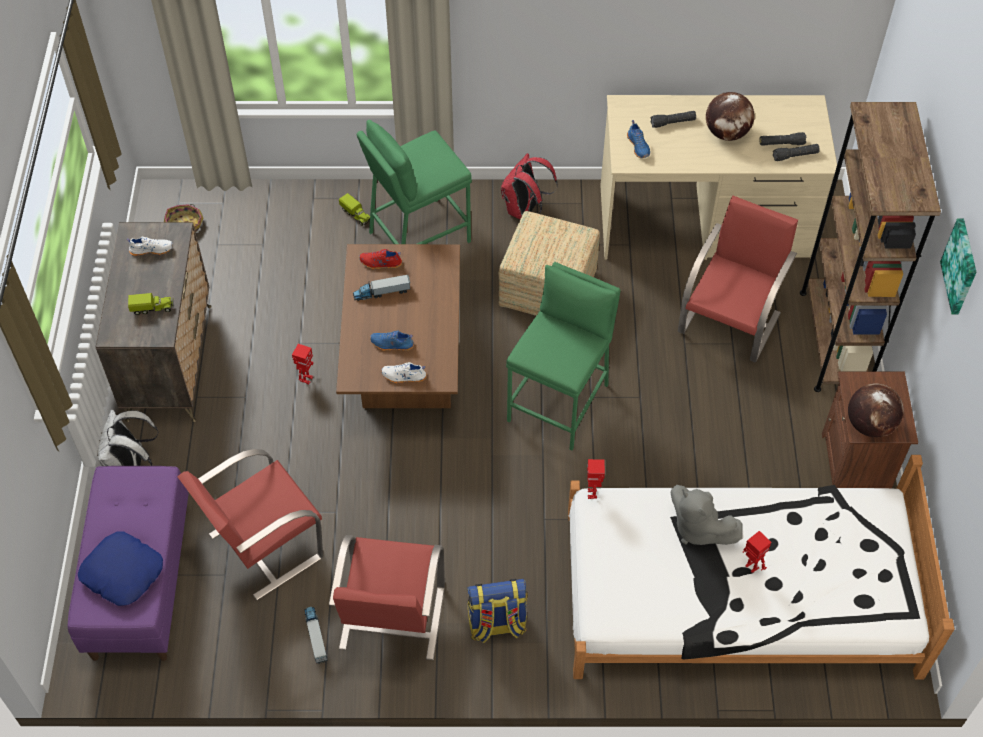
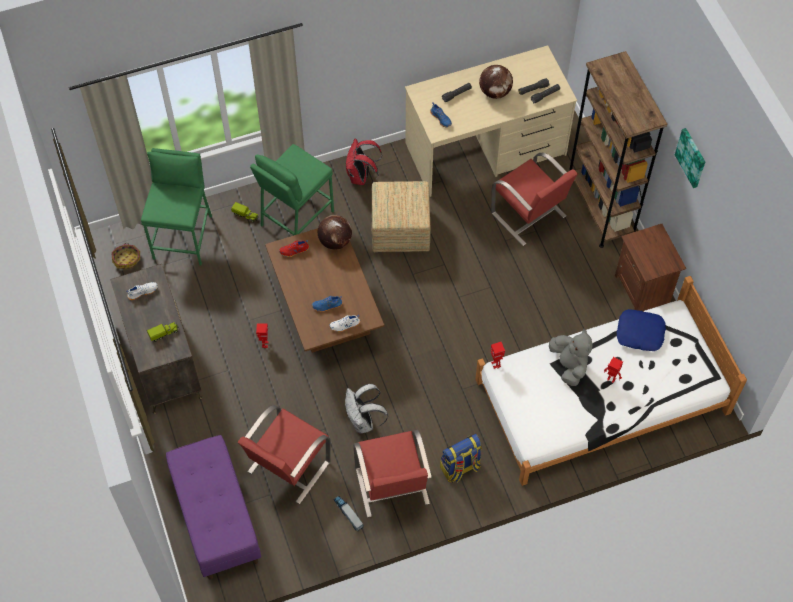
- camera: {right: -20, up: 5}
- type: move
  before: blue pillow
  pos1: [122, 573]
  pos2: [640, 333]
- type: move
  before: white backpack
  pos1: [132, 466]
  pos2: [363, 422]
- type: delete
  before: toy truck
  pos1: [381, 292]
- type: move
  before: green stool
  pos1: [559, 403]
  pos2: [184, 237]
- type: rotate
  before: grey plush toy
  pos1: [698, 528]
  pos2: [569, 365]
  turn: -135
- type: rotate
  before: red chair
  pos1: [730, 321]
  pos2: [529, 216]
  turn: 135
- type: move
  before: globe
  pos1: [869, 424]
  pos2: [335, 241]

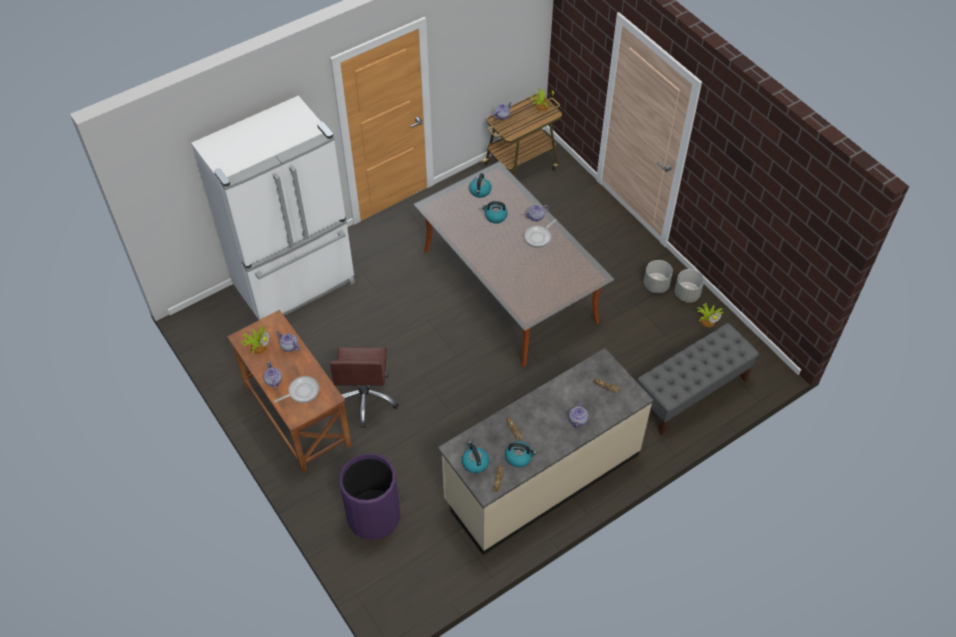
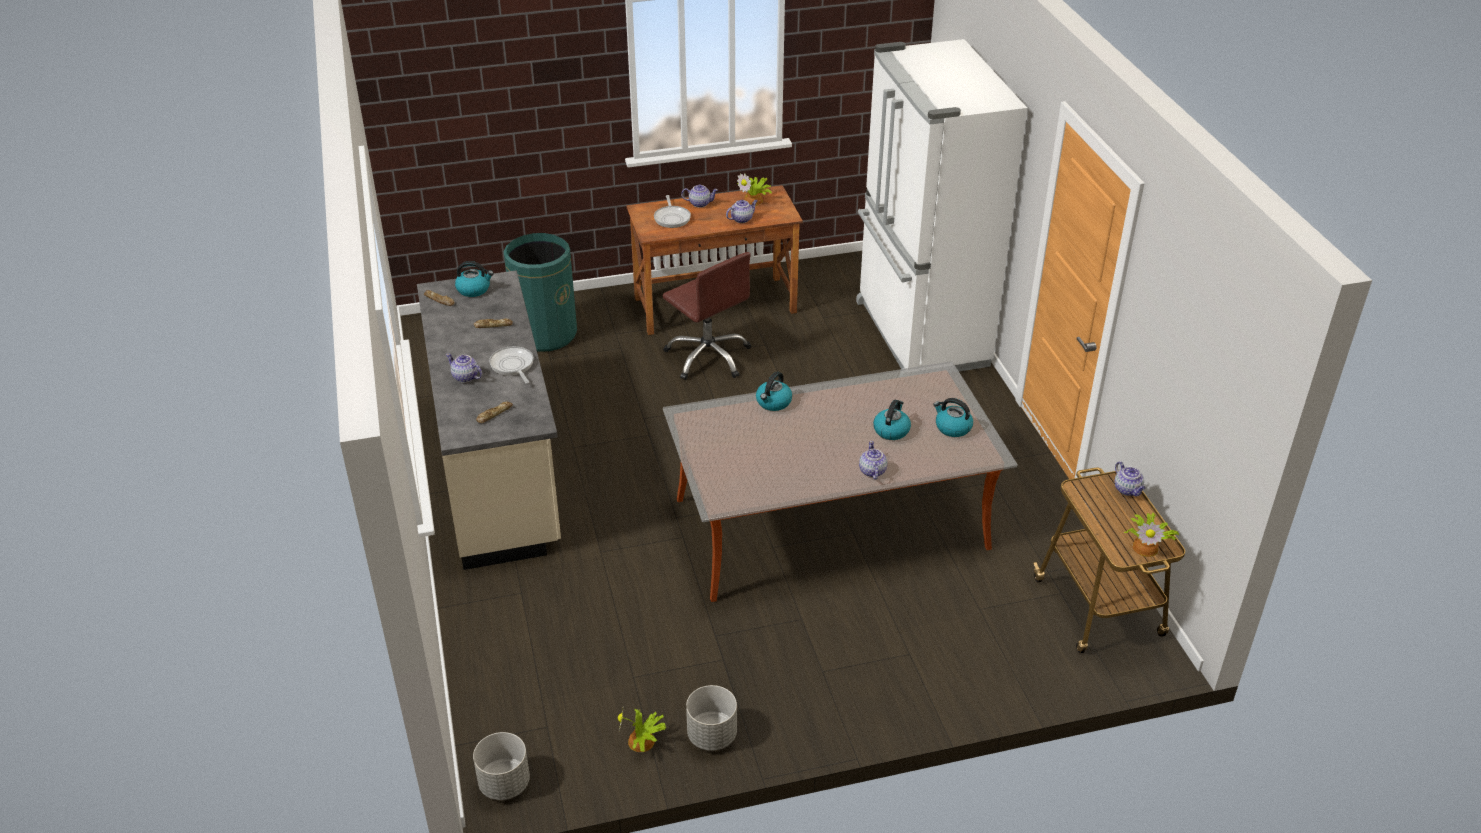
- camera: {right: 110, up: -15}
- type: rotate
  before: brown office chair
  pos1: [365, 398]
  pos2: [708, 356]
  turn: -150
- type: recolor
  before: purple trash can
  after: green trash can
  pos1: [373, 517]
  pos2: [545, 334]
- type: move
  before: kettle
  pos1: [519, 457]
  pos2: [773, 402]
- type: move
  before: frying pan
  pos1: [539, 237]
  pos2: [512, 366]
- type: delete
  before: grey bench
  pos1: [690, 393]
- type: move
  before: grey planter
  pos1: [656, 285]
  pos2: [504, 783]

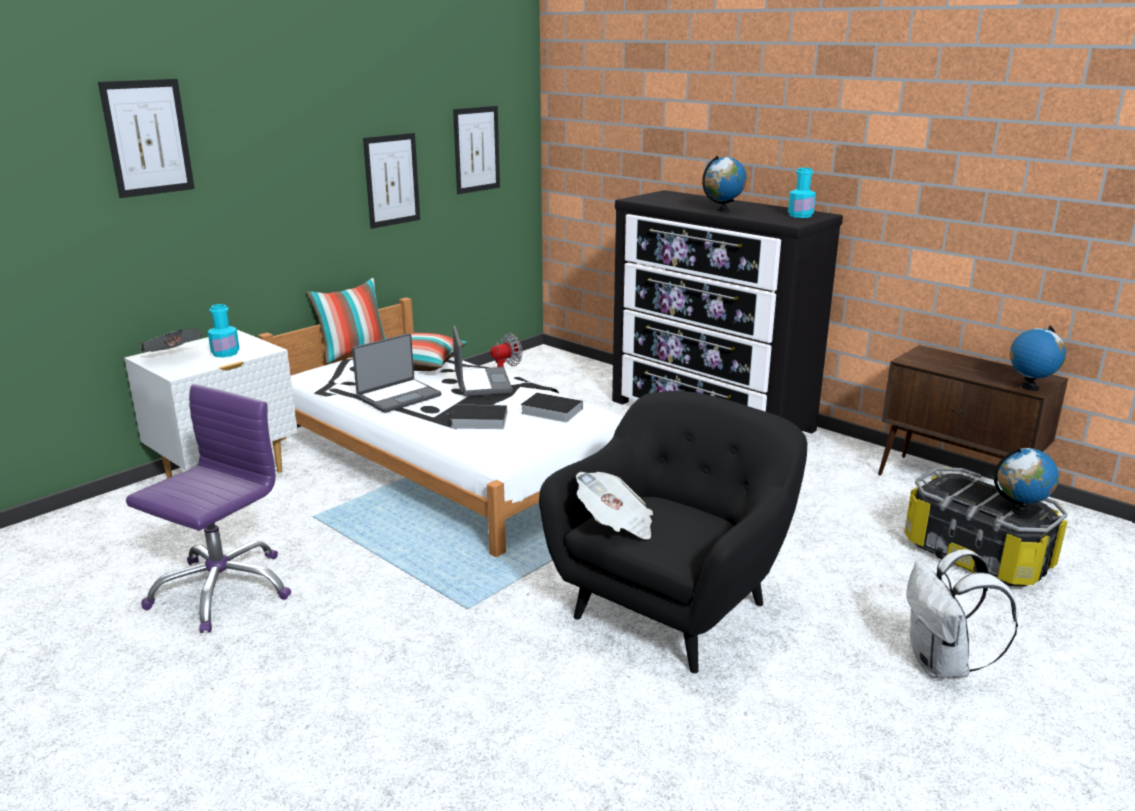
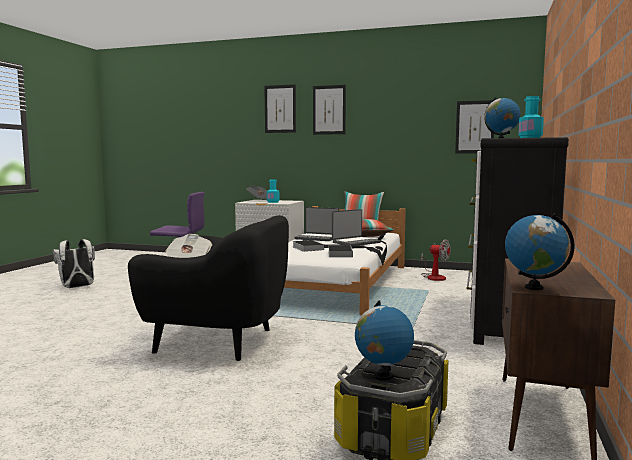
- camera: {right: 65, up: -15}
- type: move
  before: picture
  pos1: [392, 180]
  pos2: [329, 110]
- type: move
  before: white backpack
  pos1: [942, 665]
  pos2: [77, 287]

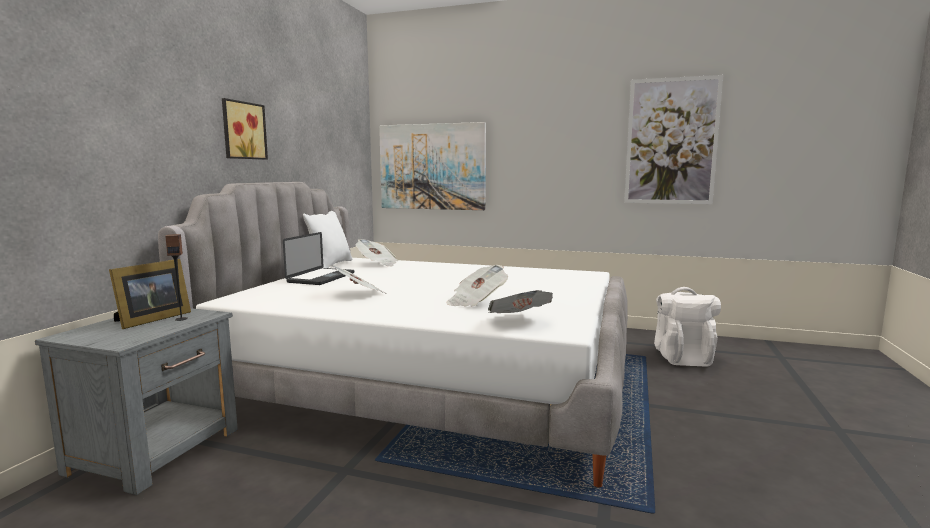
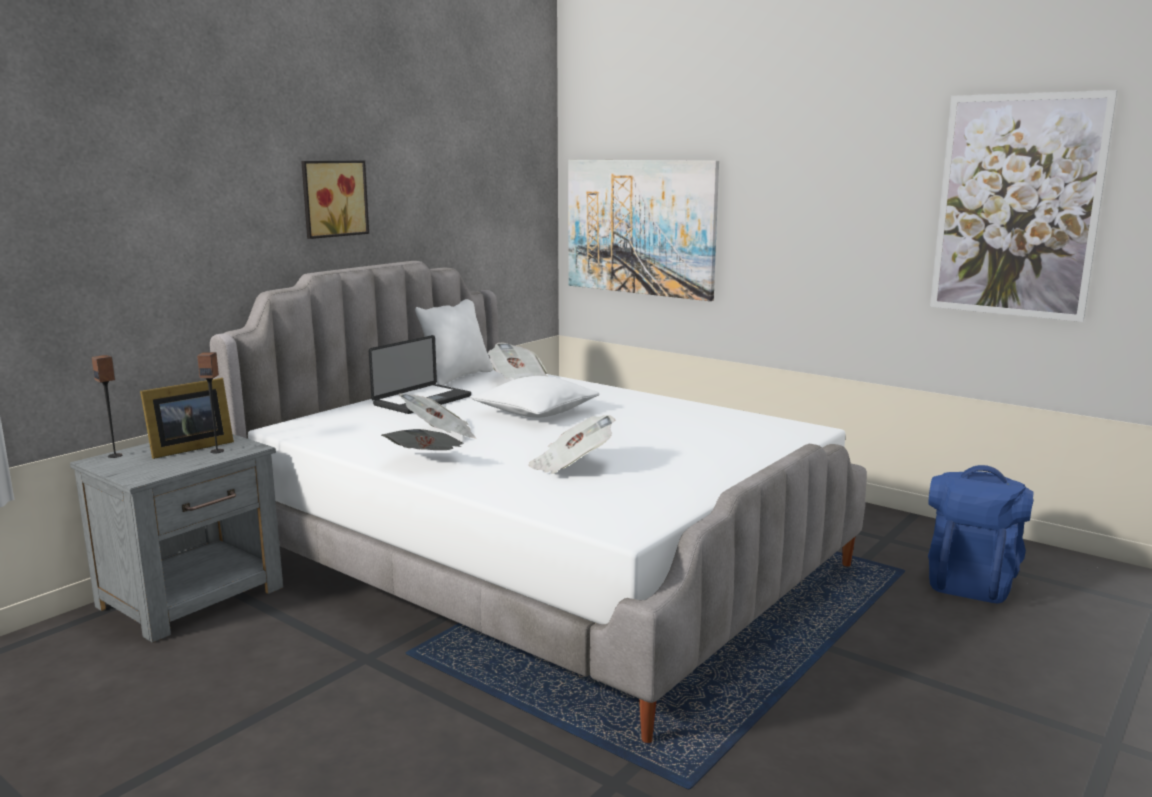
- camera: {right: 20, up: 5}
- type: move
  before: newspaper
  pos1: [519, 321]
  pos2: [426, 462]
- type: recolor
  before: white backpack
  after: blue backpack
  pos1: [682, 357]
  pos2: [970, 580]
- type: insert
  after: speaker
  pos2: [115, 455]
- type: insert
  after: white pillow
  pos2: [536, 412]

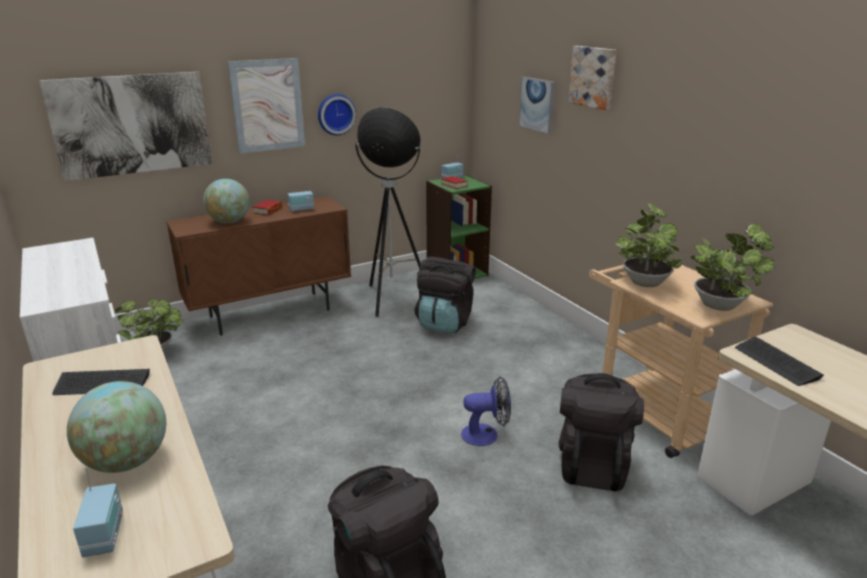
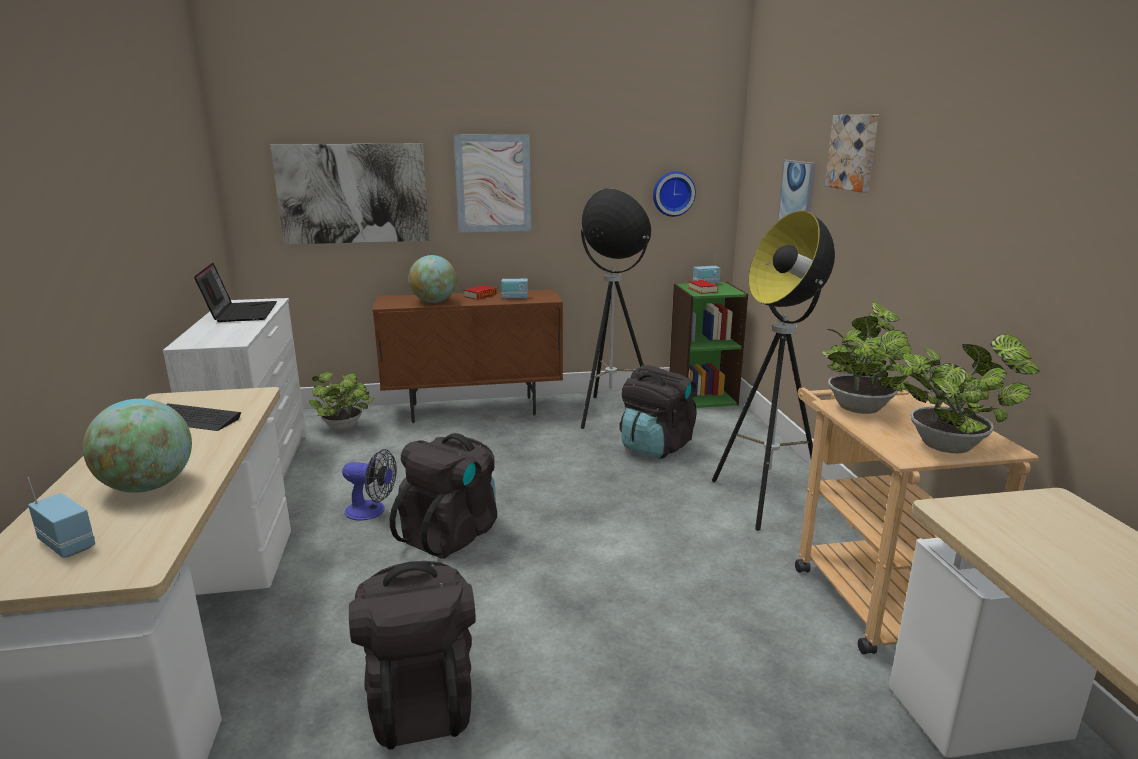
- camera: {right: 20, up: -5}
- type: rotate
  before: radio
  pos1: [105, 535]
  pos2: [68, 544]
  turn: -60
- type: move
  before: wall clock
  pos1: [335, 114]
  pos2: [673, 193]
- type: move
  before: fan
  pos1: [486, 434]
  pos2: [371, 511]
- type: move
  before: black backpack
  pos1: [592, 464]
  pos2: [451, 534]
- type: delete
  before: keyboard
  pos1: [776, 362]
- type: insert
  after: laptop
  pos2: [240, 313]
- type: insert
  after: floor lamp
  pos2: [767, 500]

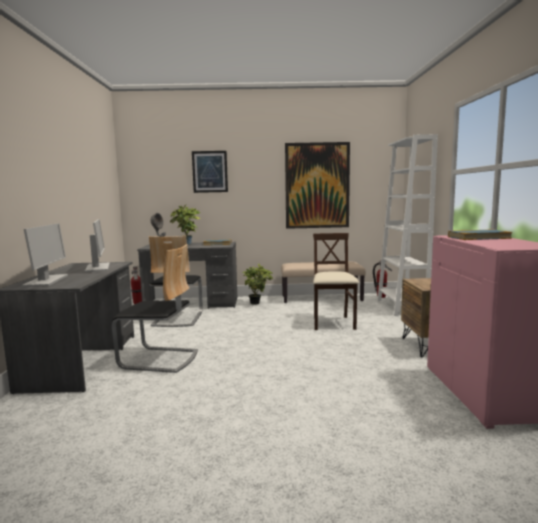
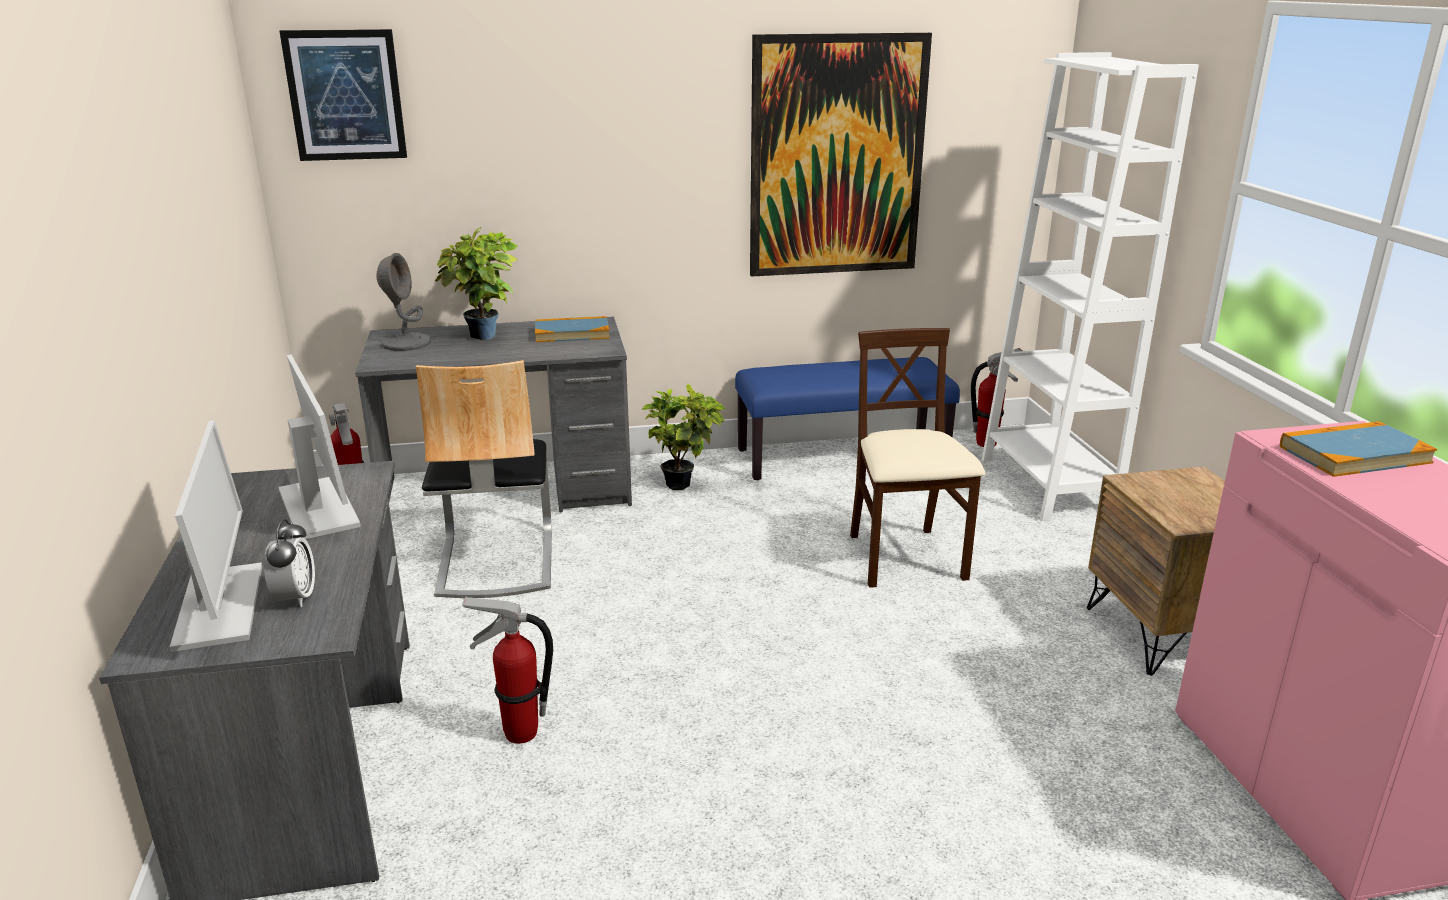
- camera: {right: -10, up: 15}
- type: replace
  before: chair
  after: fire extinguisher
  pos1: [159, 359]
  pos2: [519, 733]
- type: move
  before: picture
  pos1: [210, 171]
  pos2: [345, 95]
- type: recolor
  before: beige bench
  after: blue bench
  pos1: [322, 298]
  pos2: [842, 456]
- type: insert
  after: alarm clock
  pos2: [295, 598]

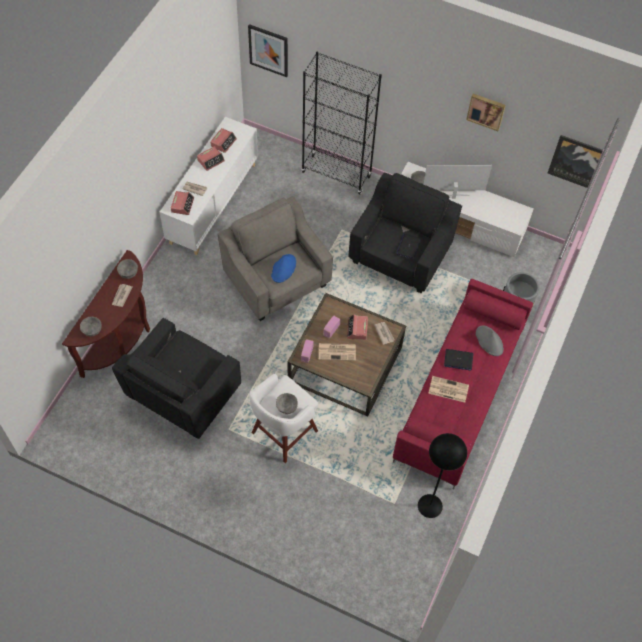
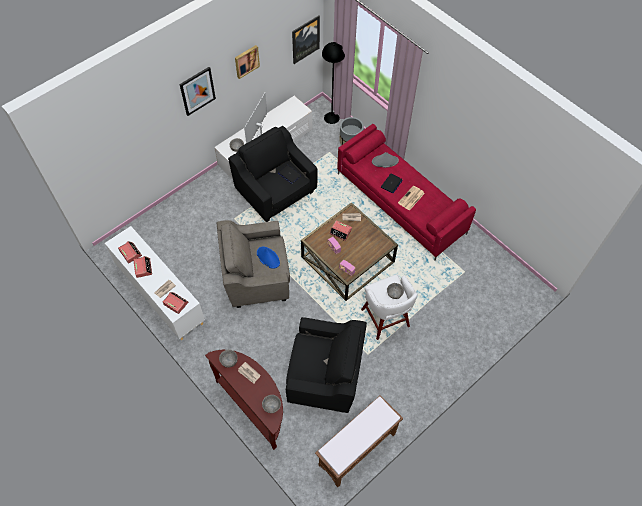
- camera: {right: -65, up: 0}
- type: rotate
  before: black armchair
  pos1: [183, 394]
  pos2: [324, 376]
  turn: -45
- type: move
  before: picture
  pos1: [268, 50]
  pos2: [197, 91]
- type: delete
  before: black bookcase
  pos1: [336, 174]
- type: delete
  before: newspaper
  pos1: [337, 352]
- type: move
  before: black floor lamp
  pos1: [430, 506]
  pos2: [332, 118]
- type: insert
  after: brown bench
  pos2: [356, 450]

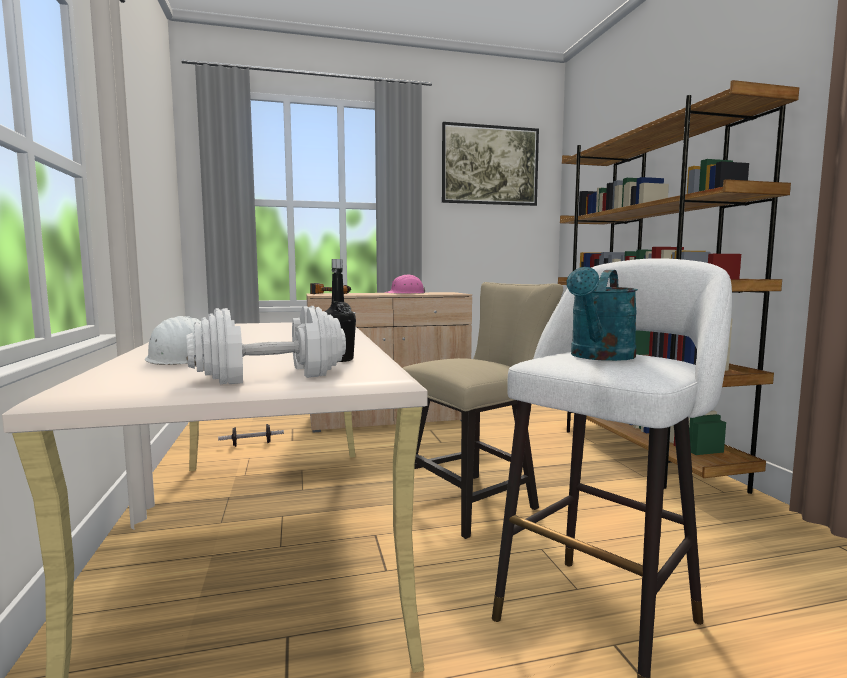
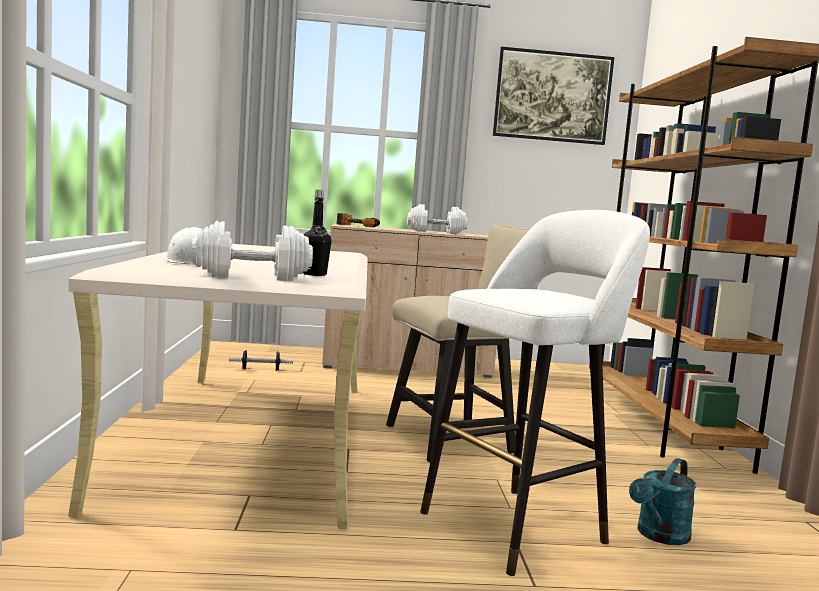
- camera: {right: 10, up: 0}
- type: replace
  before: pink hard hat
  after: white dumbbell
  pos1: [406, 293]
  pos2: [436, 232]
- type: move
  before: turquoise watering can
  pos1: [600, 357]
  pos2: [659, 536]

